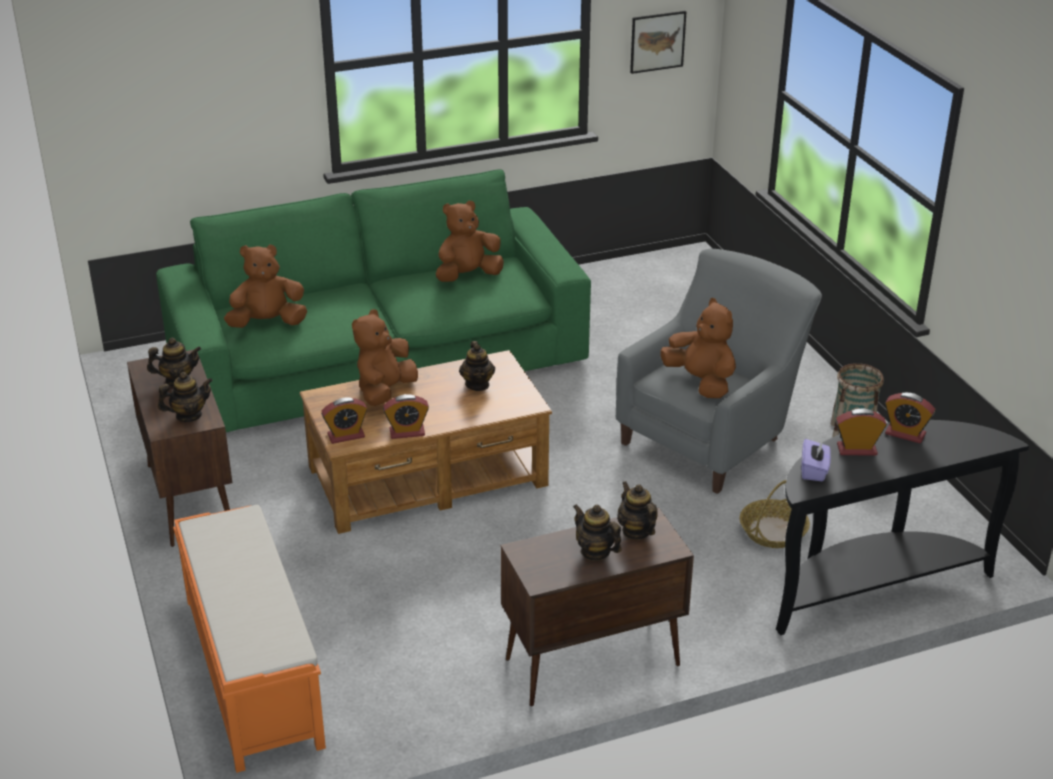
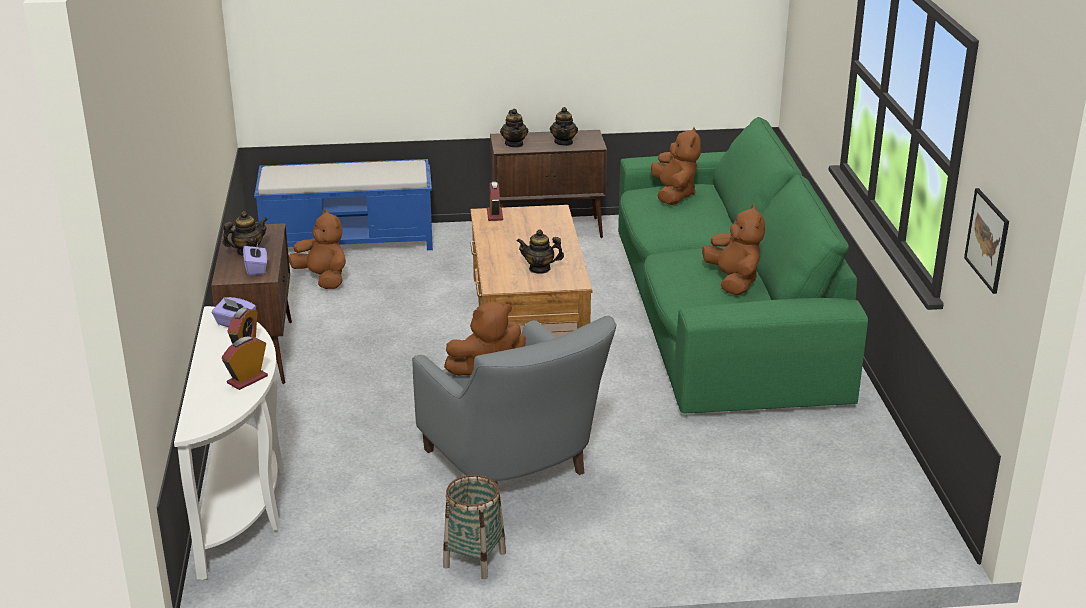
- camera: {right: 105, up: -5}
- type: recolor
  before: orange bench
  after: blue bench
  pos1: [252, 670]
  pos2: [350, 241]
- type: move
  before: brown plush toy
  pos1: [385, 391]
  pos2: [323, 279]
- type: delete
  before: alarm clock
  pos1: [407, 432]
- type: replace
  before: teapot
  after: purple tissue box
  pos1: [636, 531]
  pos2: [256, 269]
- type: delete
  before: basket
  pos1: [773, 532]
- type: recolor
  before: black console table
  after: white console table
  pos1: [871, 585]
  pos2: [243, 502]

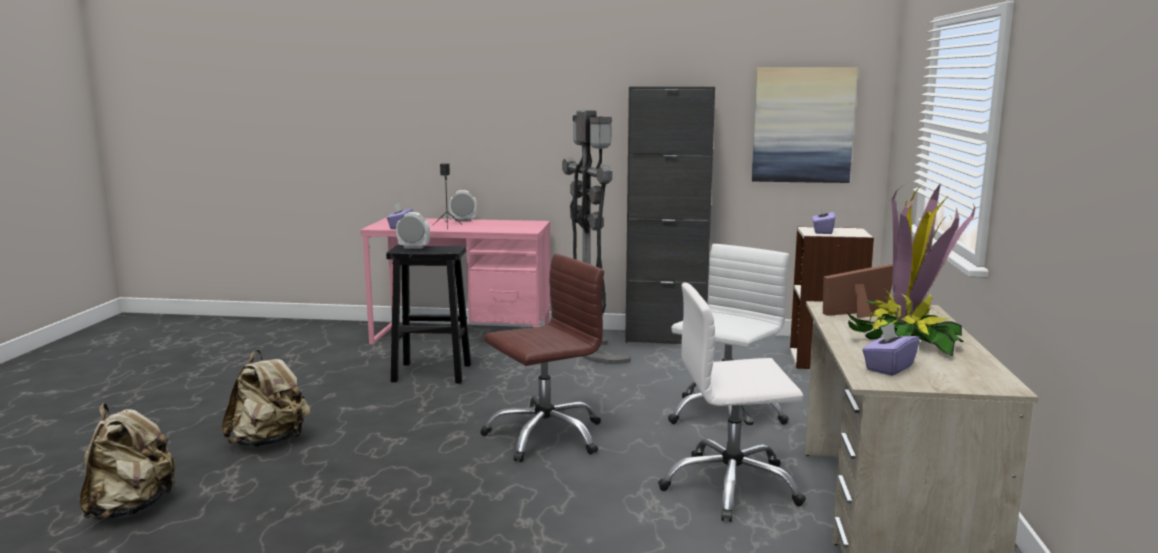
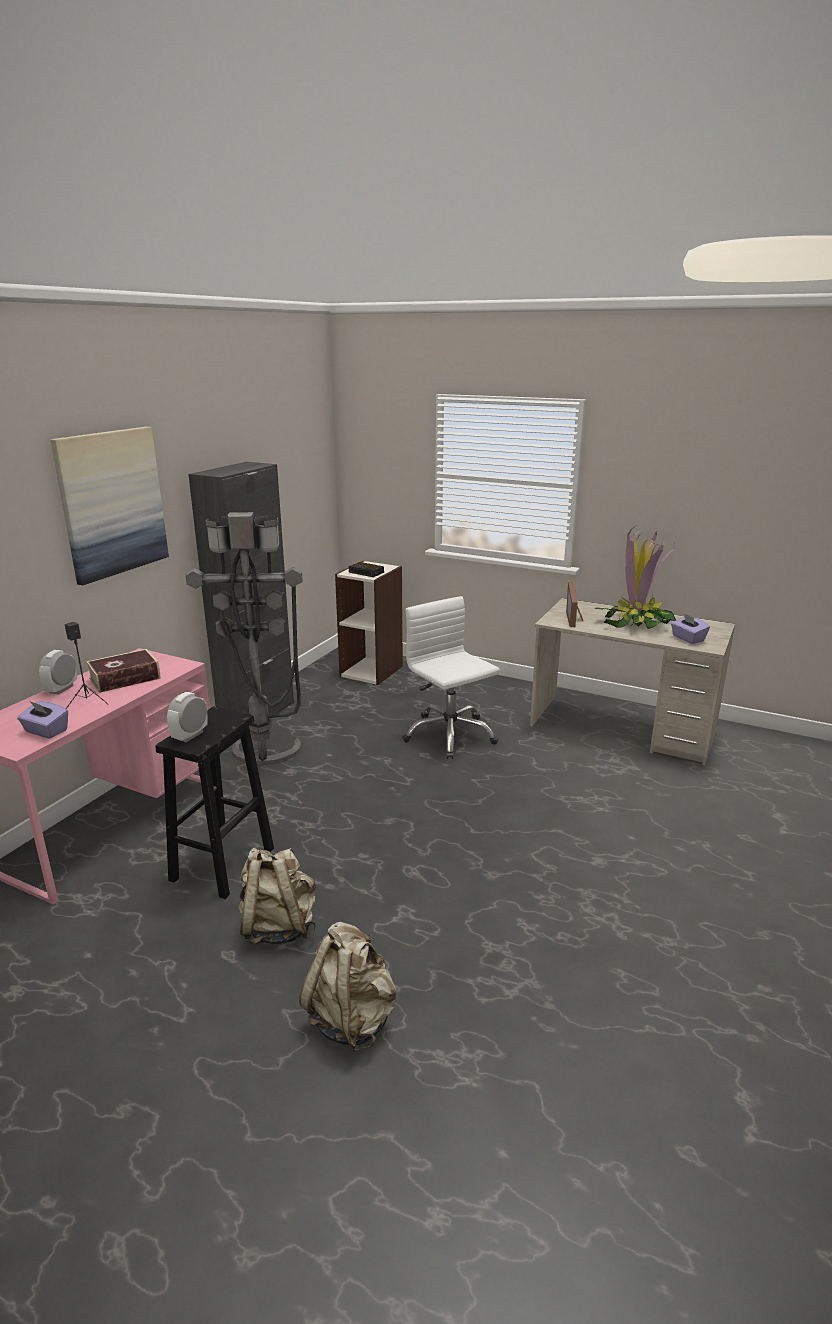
- camera: {right: -70, up: 10}
- type: move
  before: beige backpack
  pos1: [131, 508]
  pos2: [278, 927]
- type: delete
  before: brown office chair
  pos1: [545, 436]
- type: delete
  before: white office chair
  pos1: [731, 487]
- type: move
  before: picture
  pos1: [802, 125]
  pos2: [112, 503]
- type: replace
  before: purple tissue box
  after: alarm clock
  pos1: [822, 232]
  pos2: [367, 572]
- type: insert
  after: book
  pos2: [125, 678]

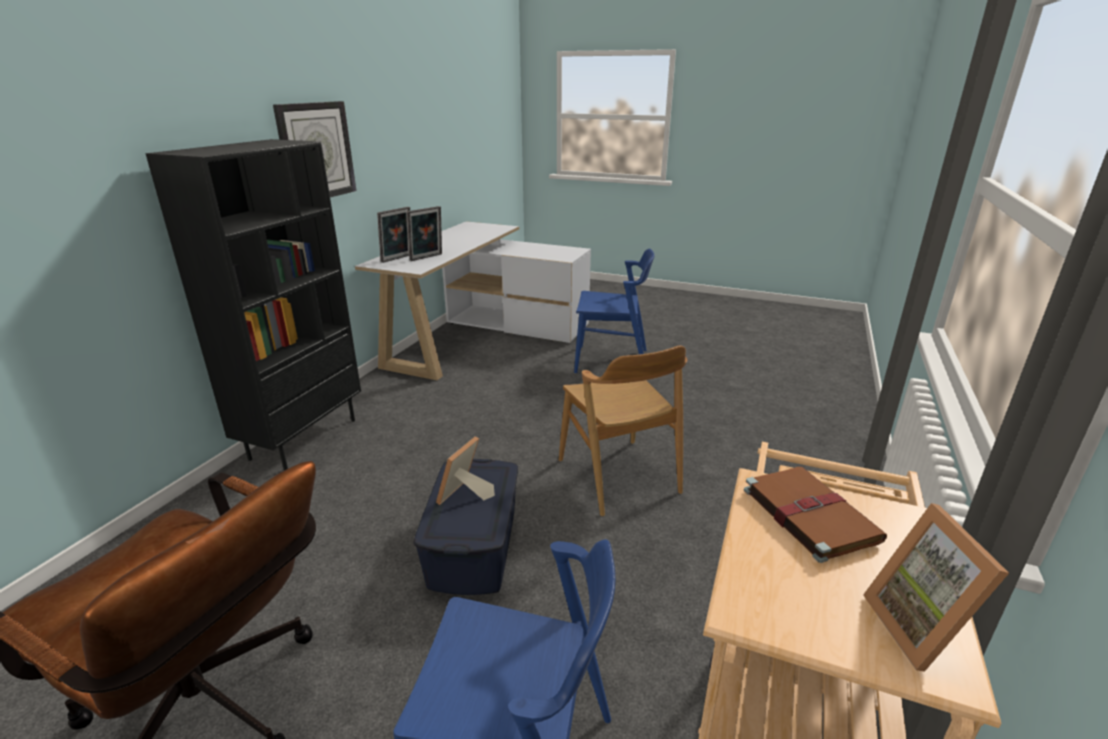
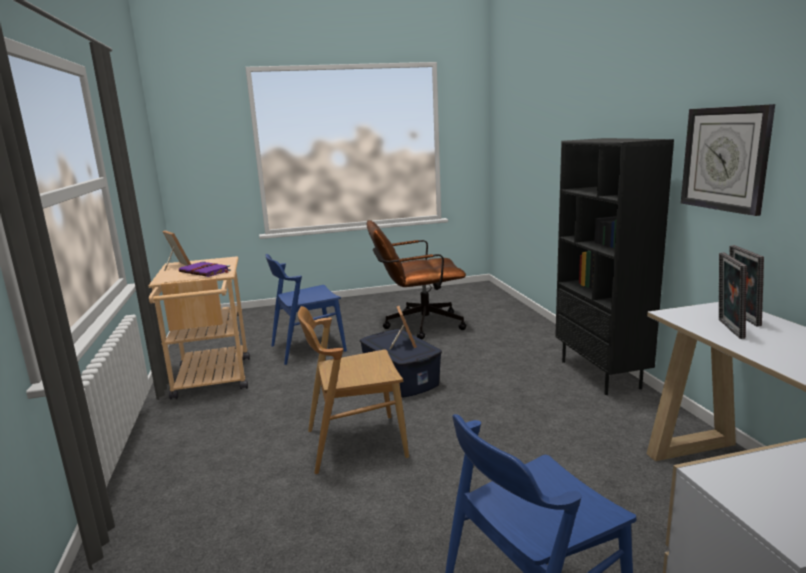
- camera: {right: 145, up: -10}
- type: rotate
  before: brown chair
  pos1: [618, 476]
  pos2: [355, 443]
  turn: -45
- type: recolor
  before: brown book
  after: purple book
  pos1: [807, 513]
  pos2: [206, 271]

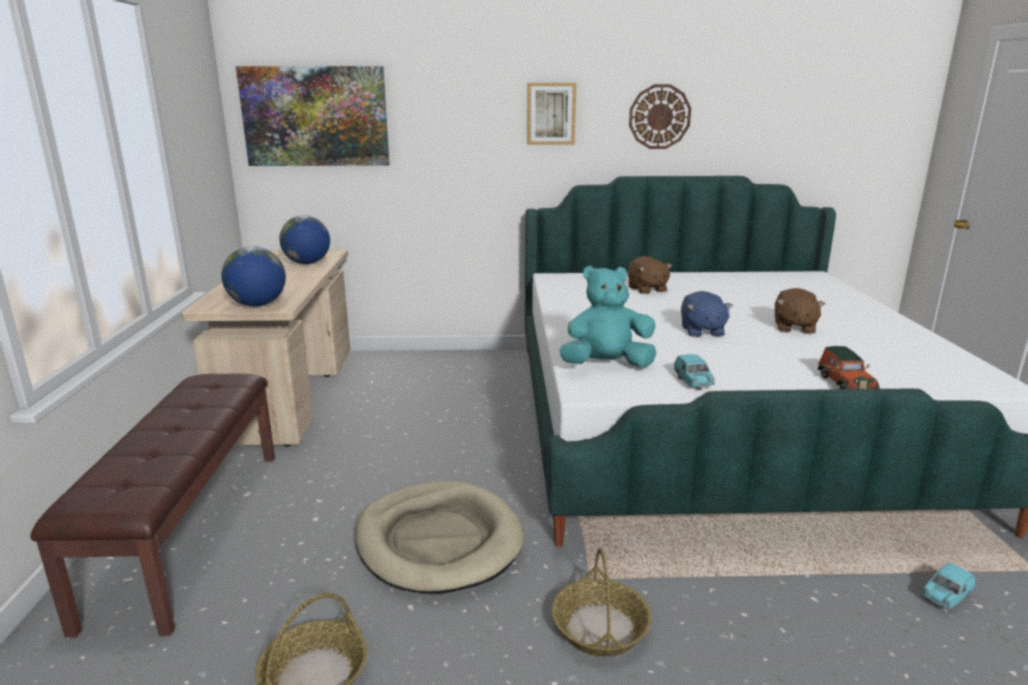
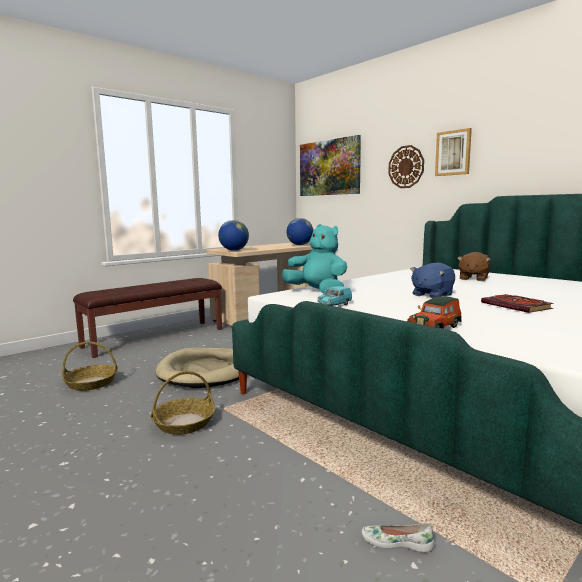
- camera: {right: 50, up: -10}
- type: move
  before: wall clock
  pos1: [659, 117]
  pos2: [406, 167]
- type: replace
  before: brown plush toy
  after: book
  pos1: [793, 327]
  pos2: [518, 306]
- type: replace
  before: turquoise toy car
  after: white shoe
  pos1: [945, 597]
  pos2: [397, 542]

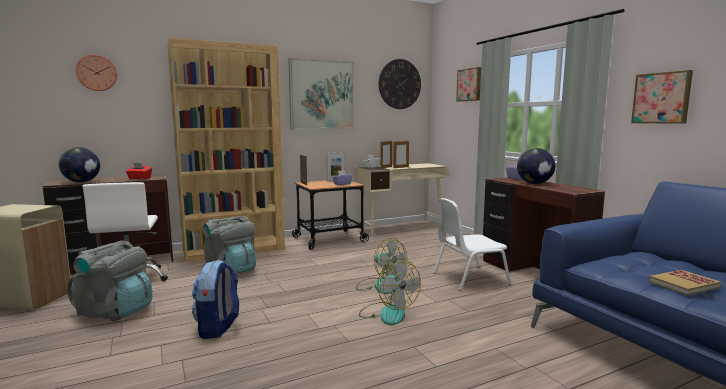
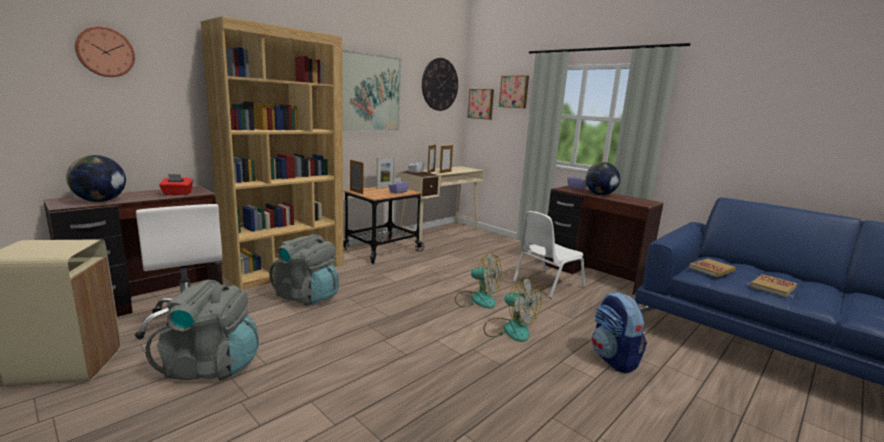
- camera: {right: -20, up: 5}
- type: move
  before: backpack
  pos1: [218, 328]
  pos2: [614, 359]
- type: move
  before: picture
  pos1: [662, 98]
  pos2: [481, 104]
- type: insert
  after: book
  pos2: [711, 269]

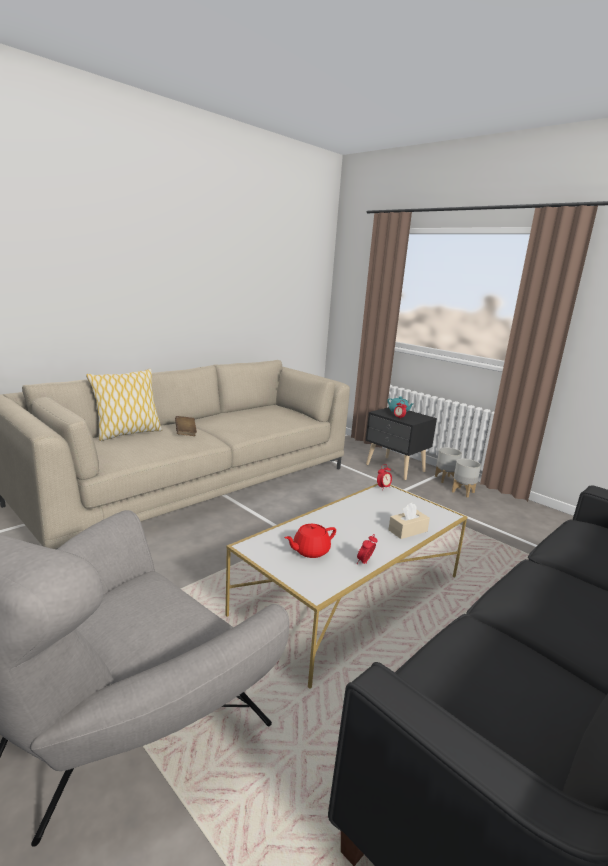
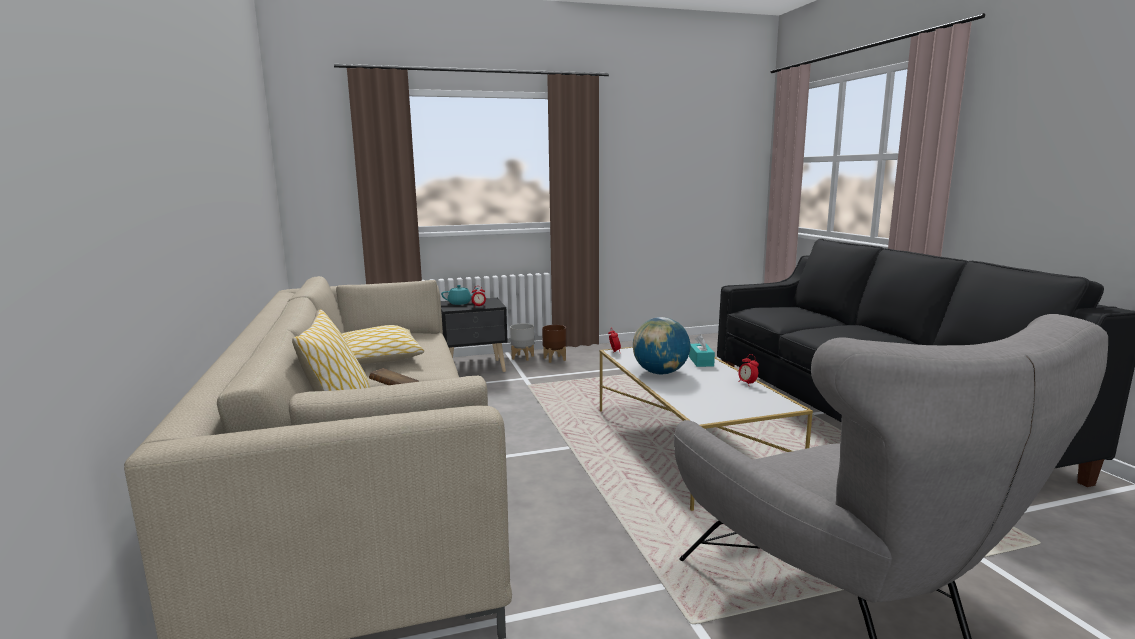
- camera: {right: -60, up: -5}
- type: delete
  before: red teapot
  pos1: [310, 551]
- type: recolor
  before: beige tissue box
  after: turquoise tissue box
  pos1: [408, 531]
  pos2: [701, 361]
- type: recolor
  before: grey planter
  after: brown planter
  pos1: [463, 492]
  pos2: [555, 359]
- type: insert
  after: pillow
  pos2: [375, 359]
- type: insert
  after: globe
  pos2: [660, 373]

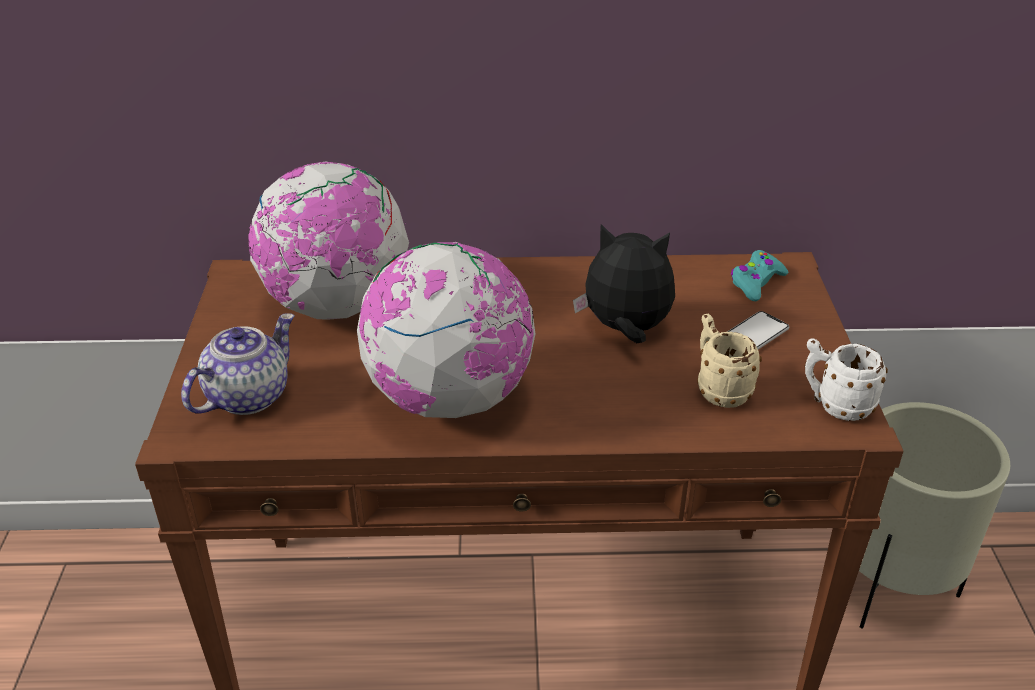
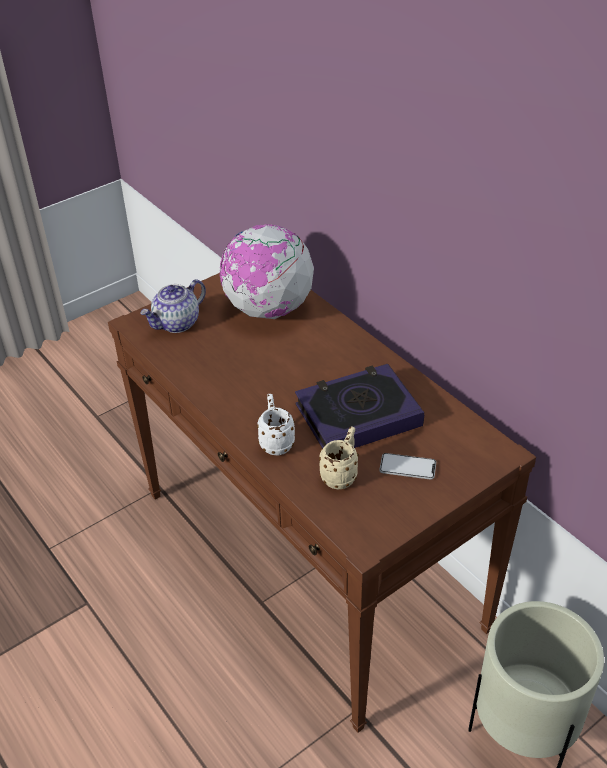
- camera: {right: 55, up: 5}
- type: rotate
  before: teapot
  pos1: [248, 395]
  pos2: [177, 323]
  turn: 135
- type: delete
  before: globe
  pos1: [450, 398]
- type: replace
  before: plush toy
  after: book
  pos1: [625, 330]
  pos2: [358, 415]
- type: delete
  before: turquoise game controller
  pos1: [756, 282]
- type: move
  before: white mug
  pos1: [835, 405]
  pos2: [275, 441]

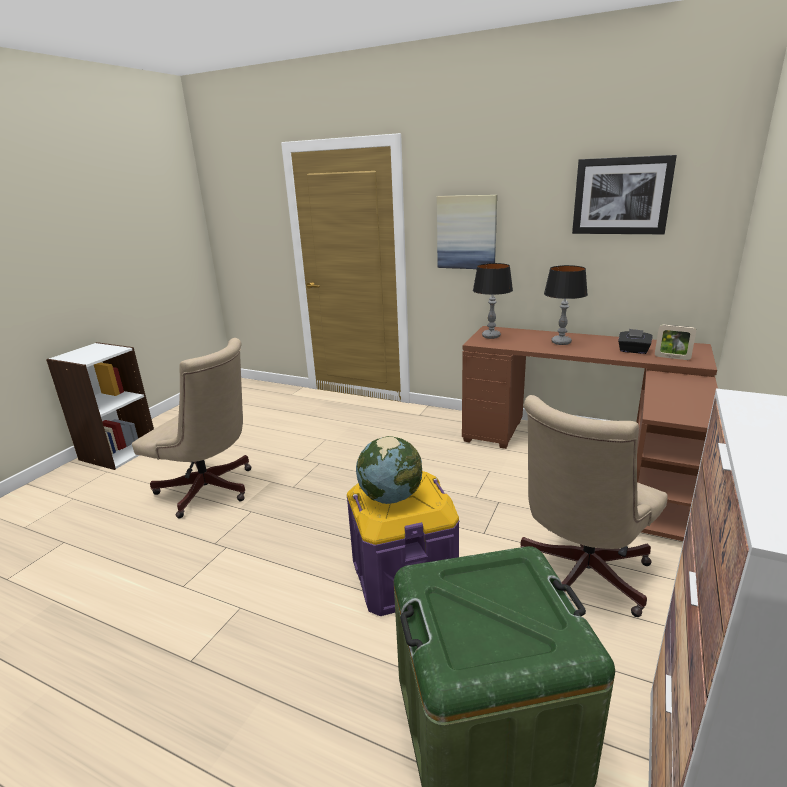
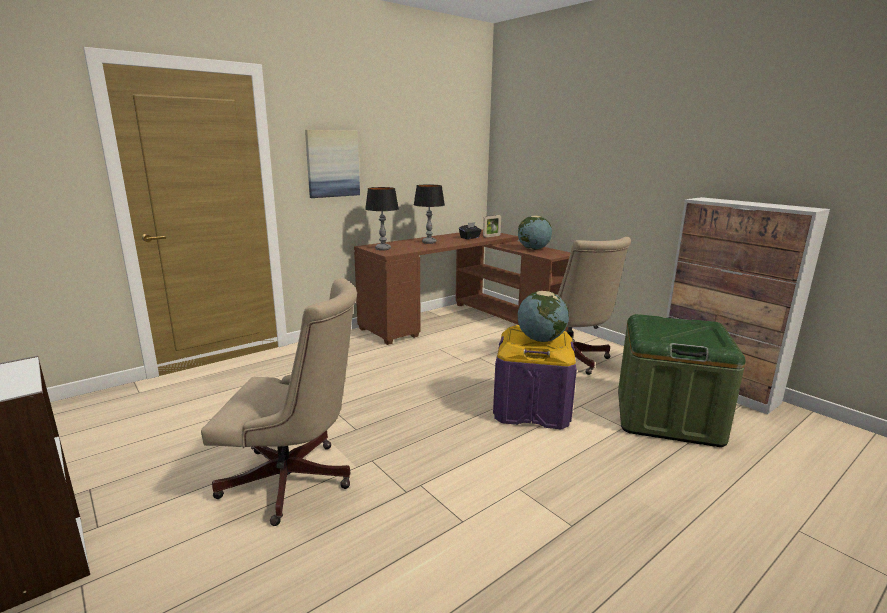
- camera: {right: -65, up: -5}
- type: rotate
  before: beige office chair
  pos1: [211, 491]
  pos2: [295, 482]
  turn: 45
- type: delete
  before: picture
  pos1: [621, 196]
- type: insert
  after: globe
  pos2: [533, 249]

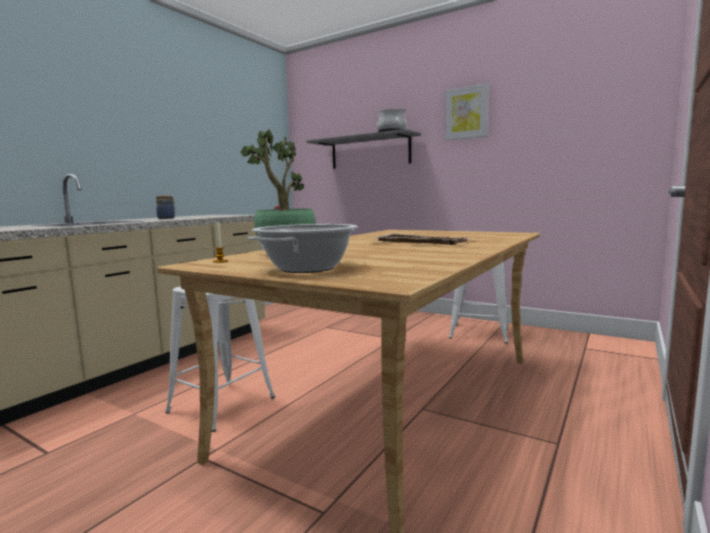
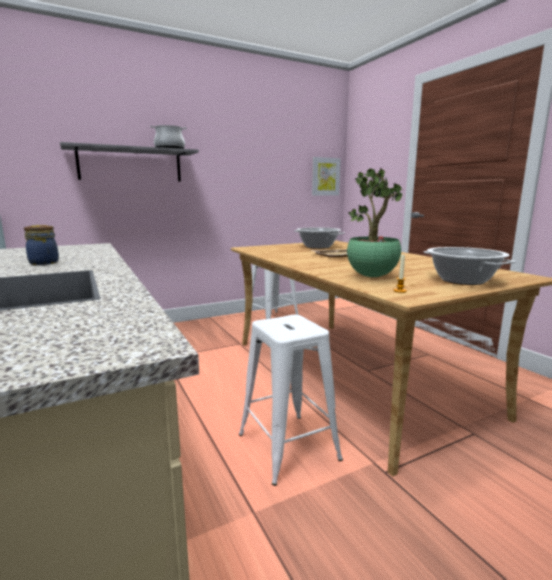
- camera: {right: -60, up: 5}
- type: move
  before: picture
  pos1: [466, 113]
  pos2: [325, 176]
- type: insert
  after: cooking pot
  pos2: [317, 247]

